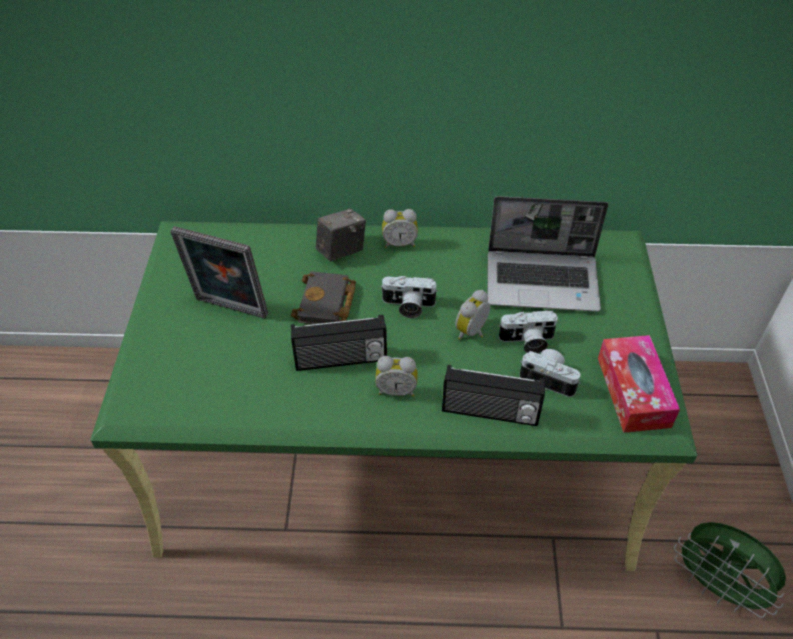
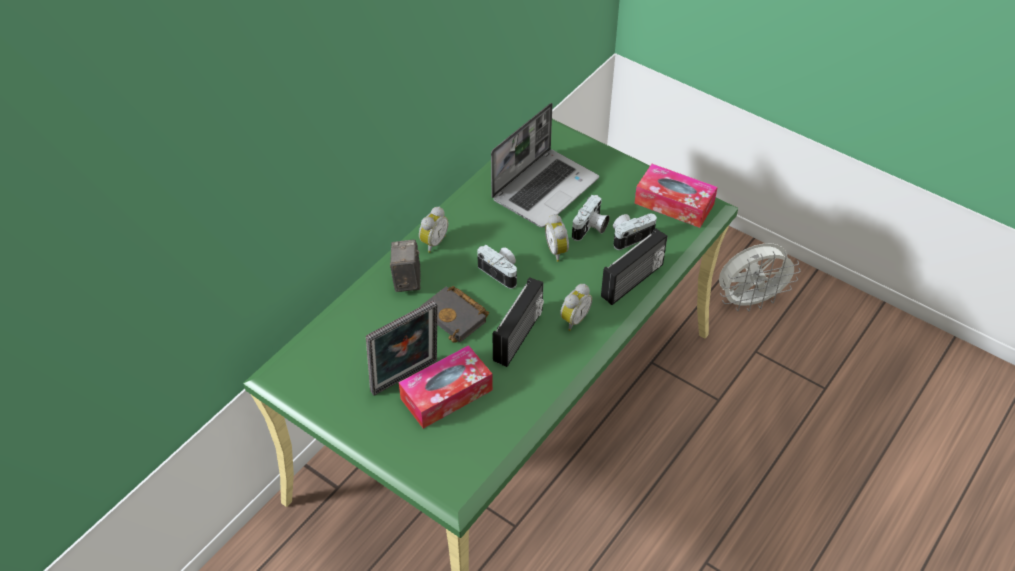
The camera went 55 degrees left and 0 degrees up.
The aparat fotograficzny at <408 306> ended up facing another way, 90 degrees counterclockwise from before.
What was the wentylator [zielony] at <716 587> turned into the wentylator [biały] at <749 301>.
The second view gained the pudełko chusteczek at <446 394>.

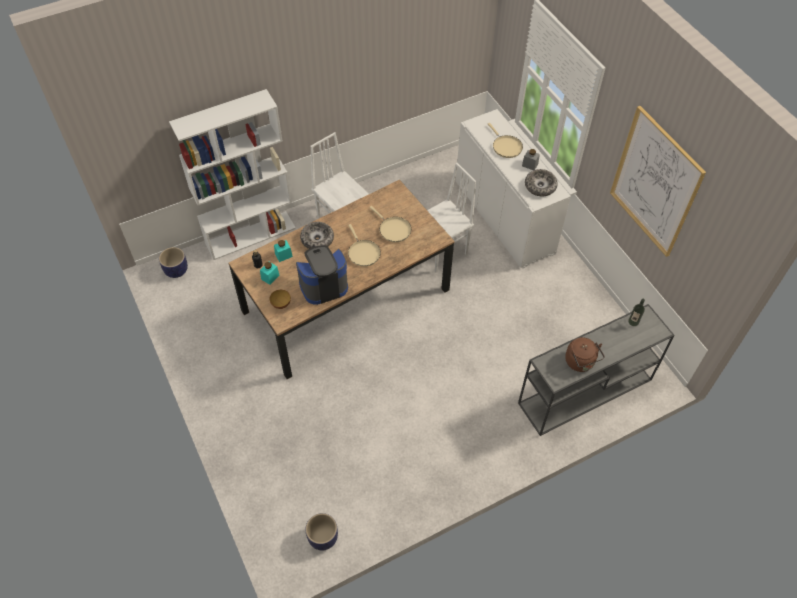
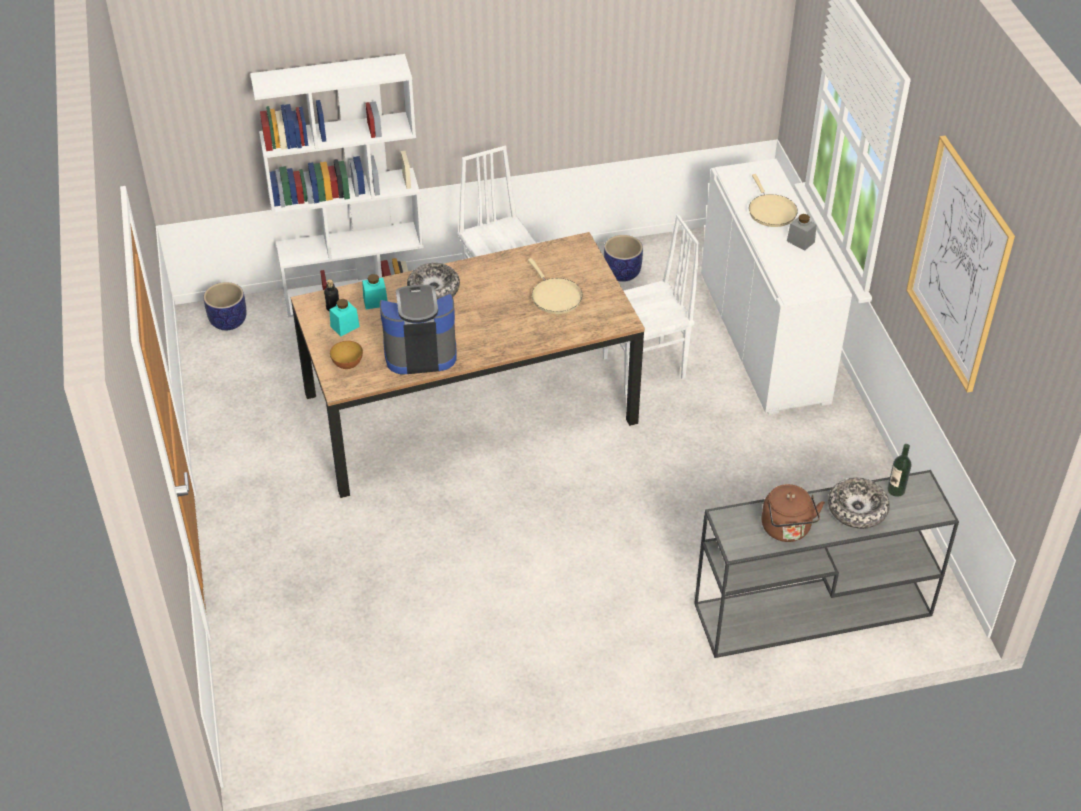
The camera went 15 degrees right and 10 degrees down.
The donica ended up elsewhere, having gone from <323 538> to <622 273>.
The second view lost the patelnia [beżowy] at <363 252>.
The miska ended up elsewhere, having gone from <540 186> to <857 509>.

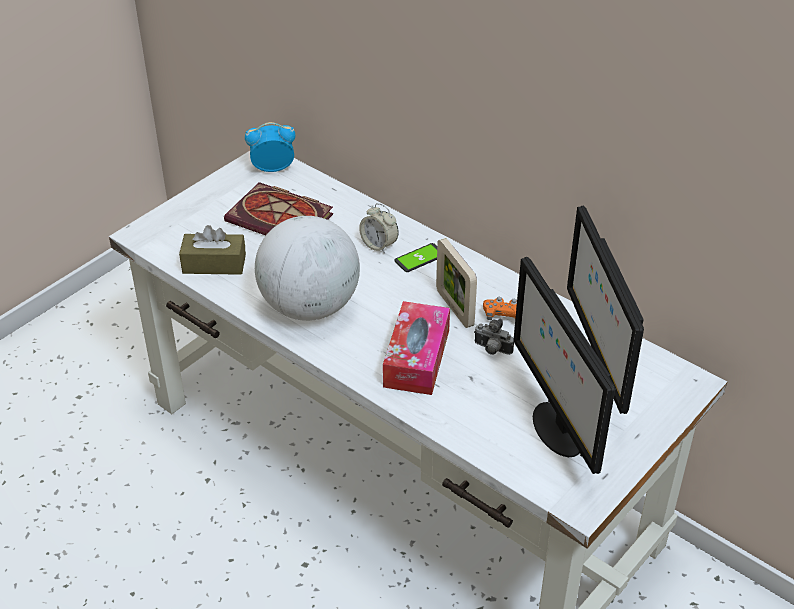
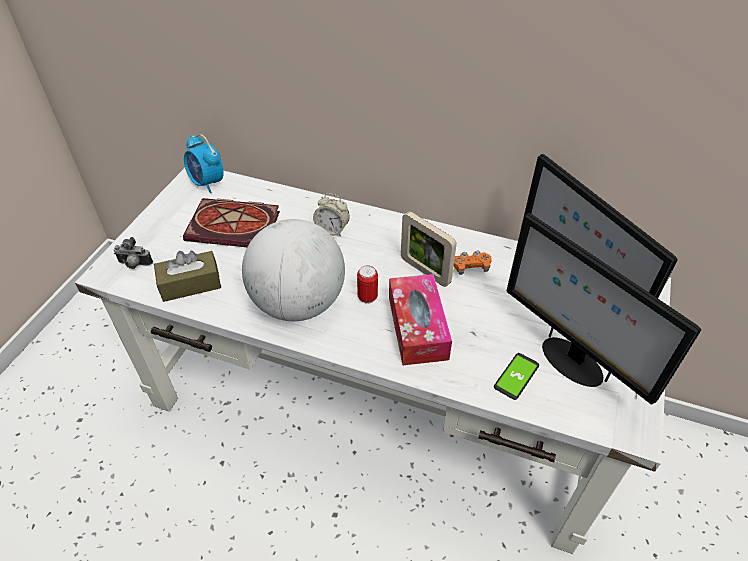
The camera went 20 degrees left and 5 degrees up.
The budzik at <272 168> ended up facing another way, 105 degrees counterclockwise from before.
The telefon ended up elsewhere, having gone from <419 258> to <516 376>.
The aparat fotograficzny ended up elsewhere, having gone from <491 350> to <134 265>.
The second view gained the puszka at <367 297>.

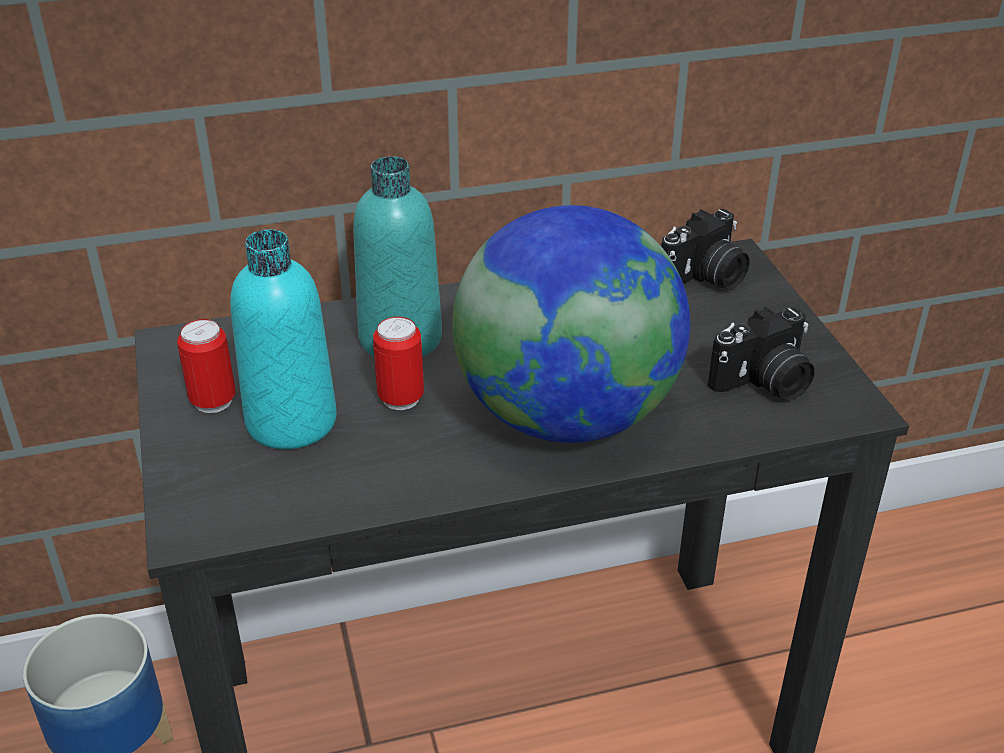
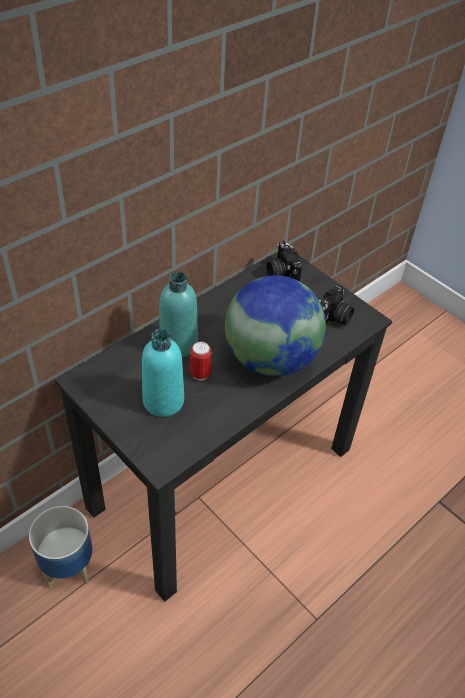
The camera went 30 degrees left and 10 degrees up.
The second view lost the puszka at <213 401>.
The aparat fotograficzny at <705 278> ended up facing another way, 135 degrees clockwise from before.

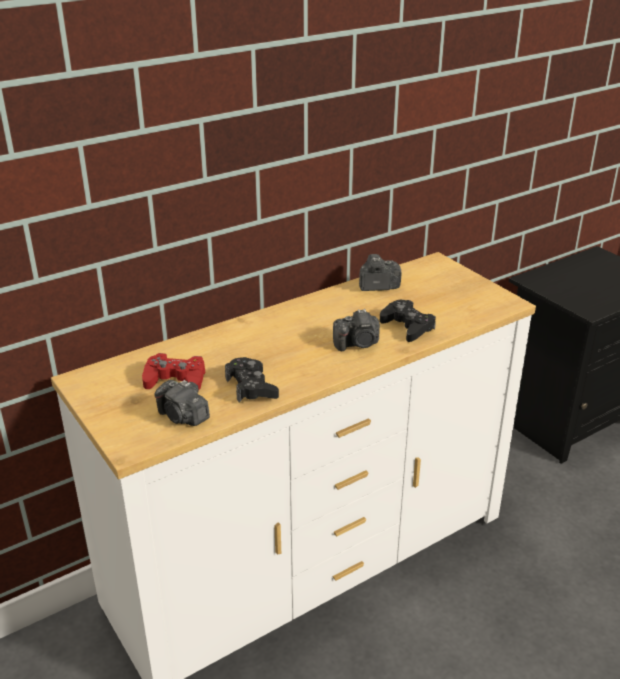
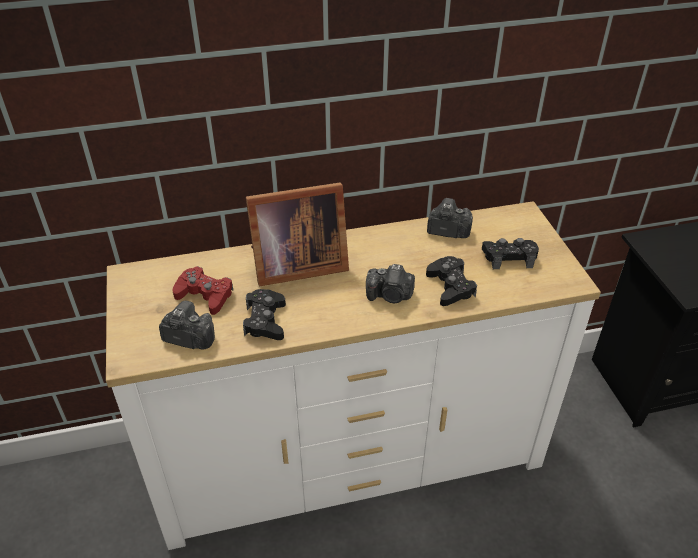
The camera went 20 degrees right and 10 degrees up.
The aparat fotograficzny at <183 417> ended up facing another way, 135 degrees clockwise from before.
The second view gained the ramka na zdjęcie at <295 265>.
The second view gained the pad do gier [czarny] at <509 257>.

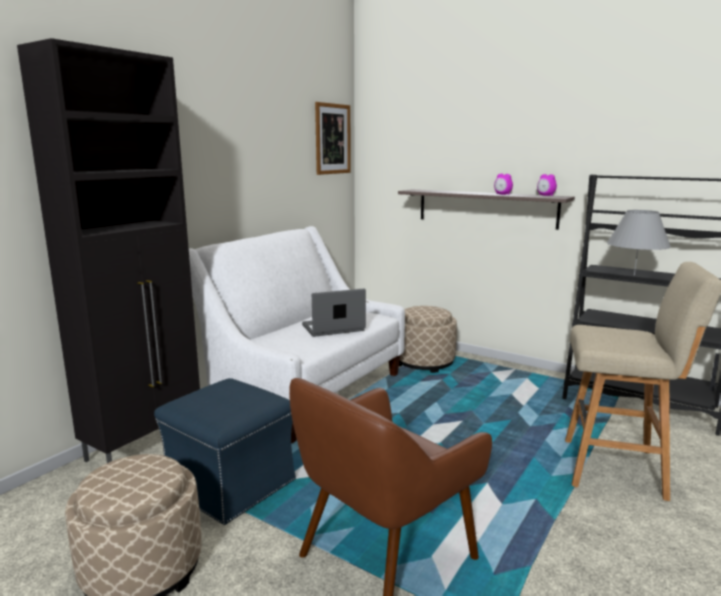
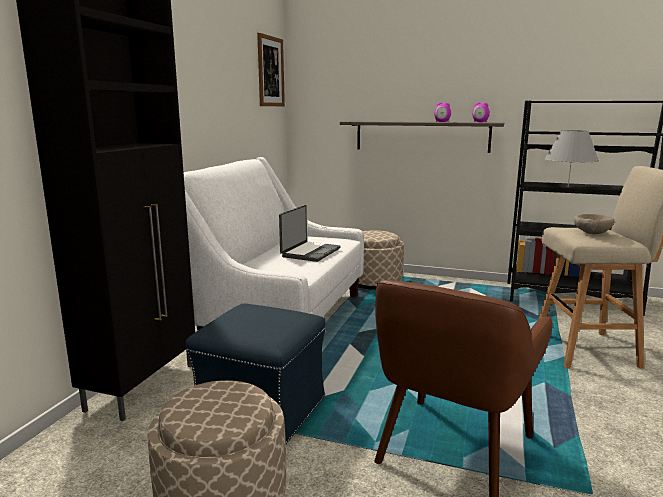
The camera went 15 degrees left and 0 degrees up.
The laptop at <333 328> ended up facing another way, 150 degrees clockwise from before.
The second view gained the miska [beżowy] at <591 233>.

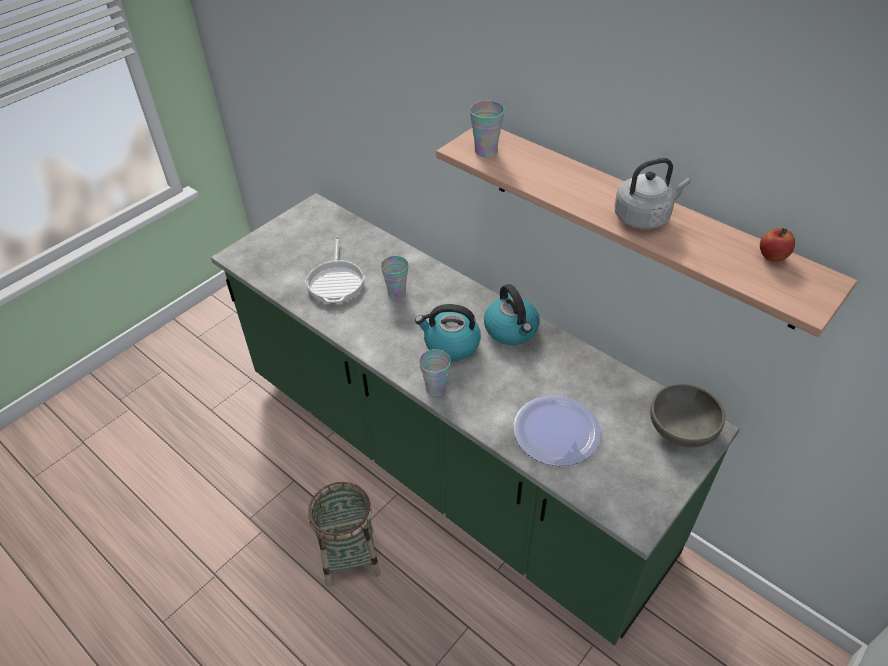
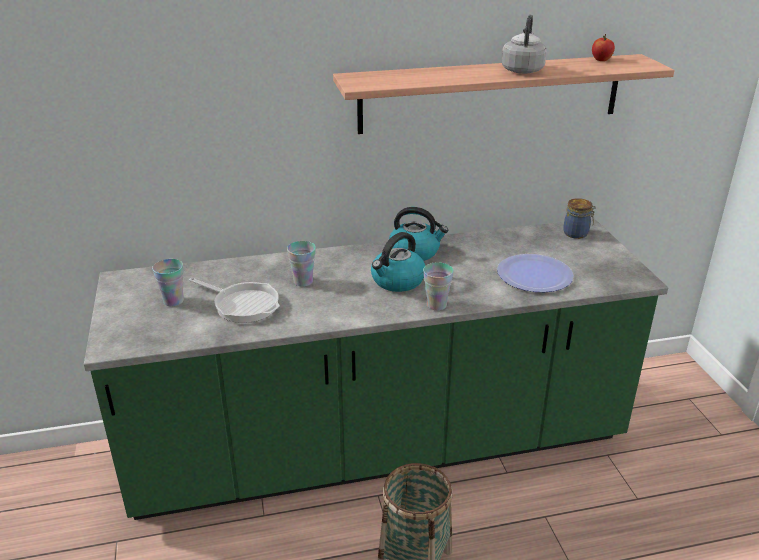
The camera went 55 degrees left and 15 degrees down.
The filiżanka ended up elsewhere, having gone from <486 151> to <173 301>.
Where the miska [szary] stood at <682 428>, the słoik came to stand at <577 234>.

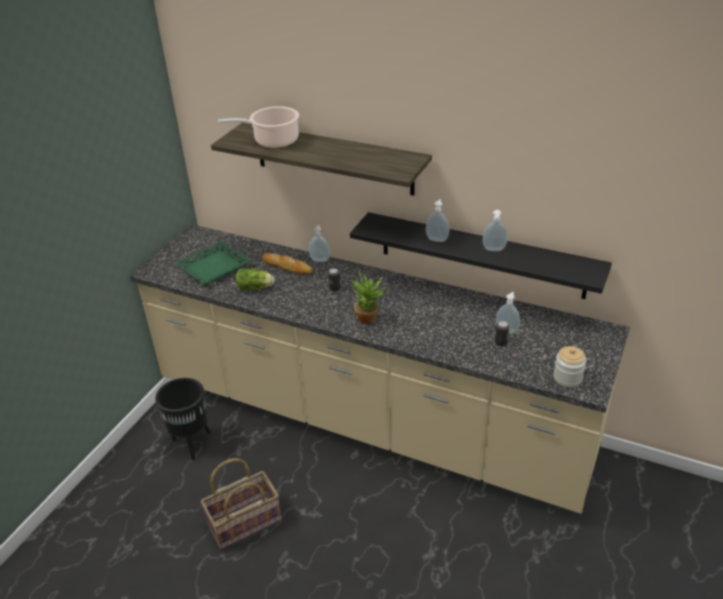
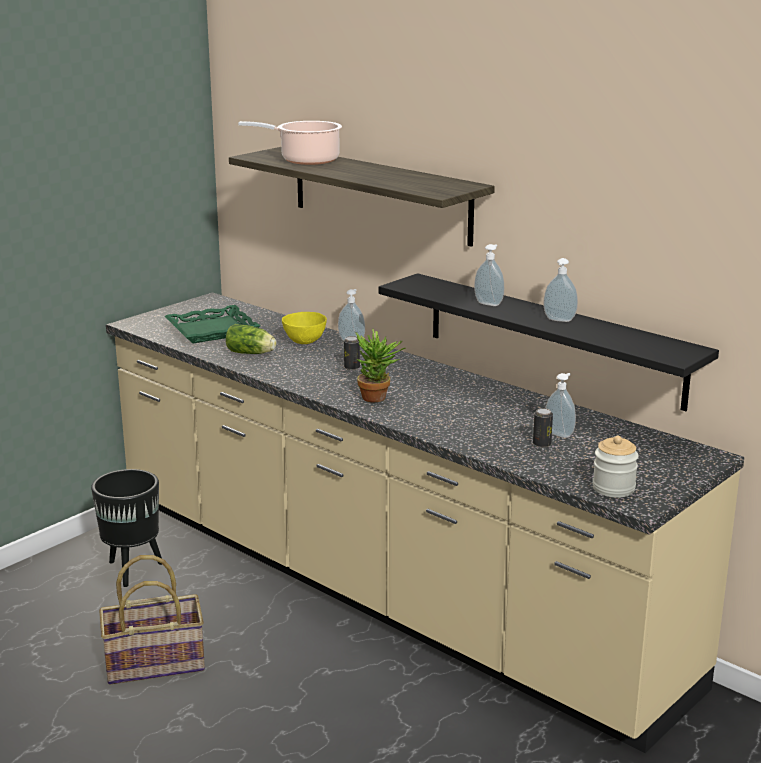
The camera went 15 degrees right and 15 degrees down.
Where the chleb stood at <287 266>, the miska [żółty] came to stand at <305 341>.

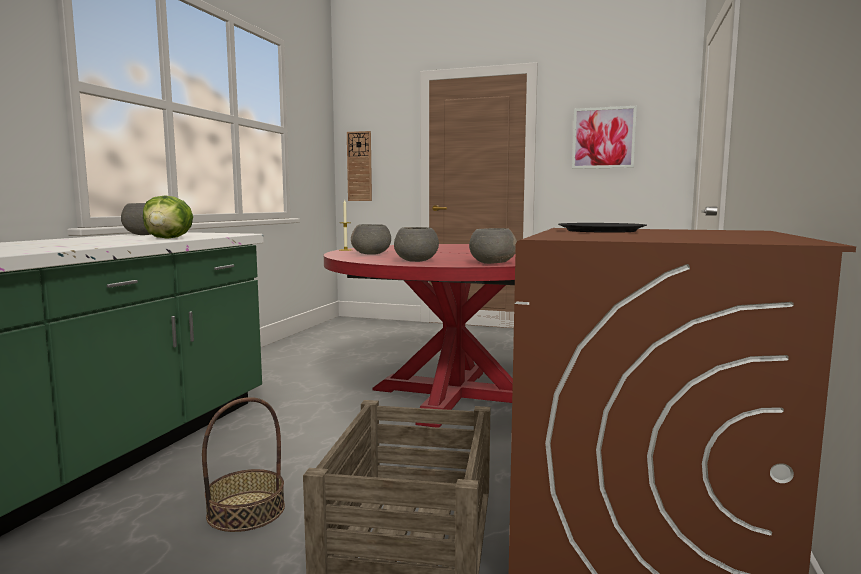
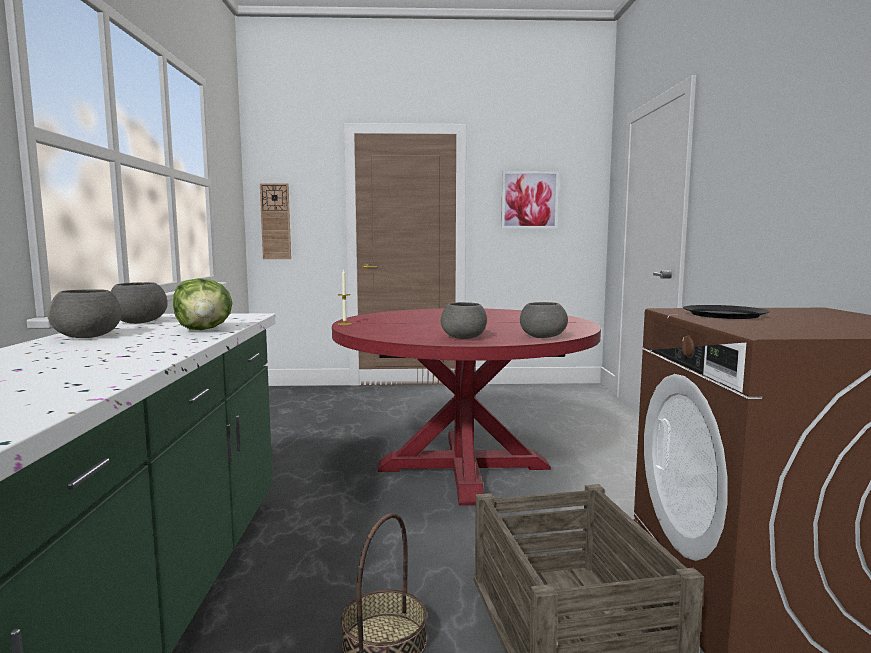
The camera went 20 degrees left and 0 degrees up.
The miska [szary] ended up elsewhere, having gone from <372 254> to <88 336>.

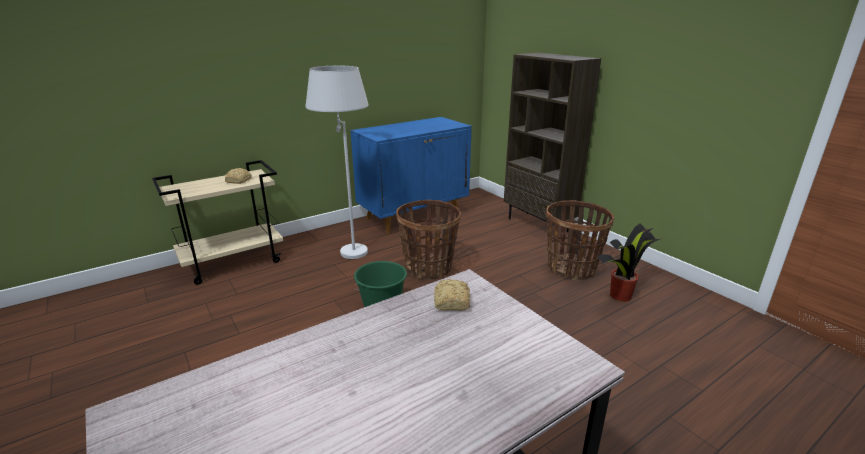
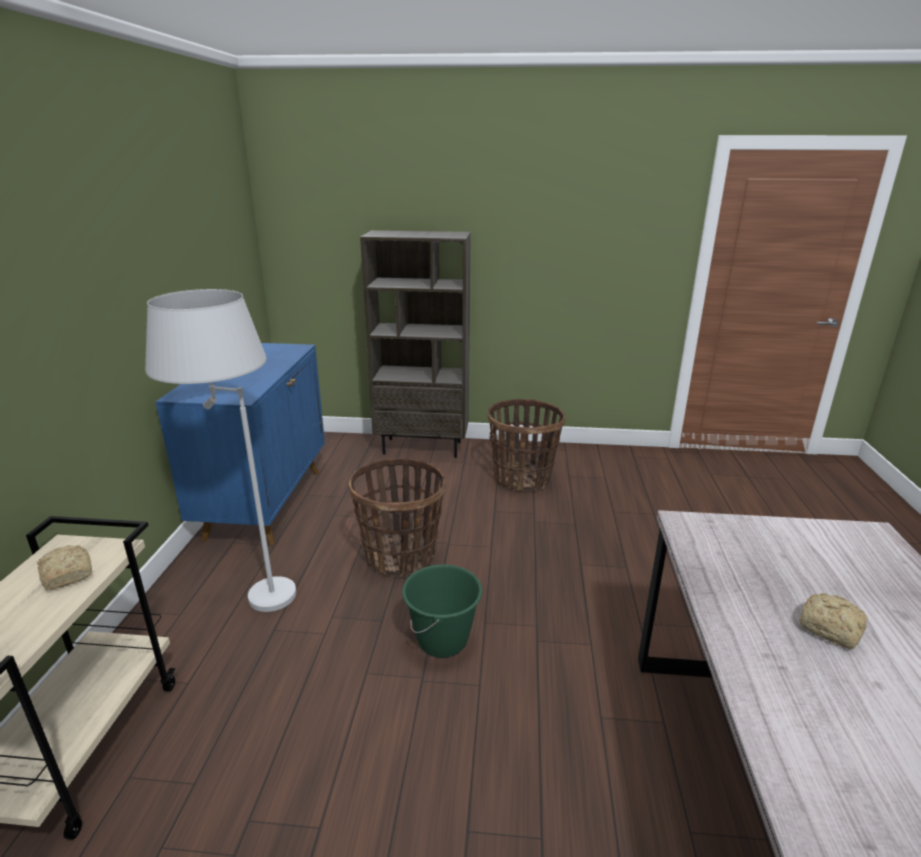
The camera went 50 degrees left and 0 degrees up.
The chleb ended up elsewhere, having gone from <451 303> to <832 630>.
The second view lost the roślina doniczkowa at <621 295>.

